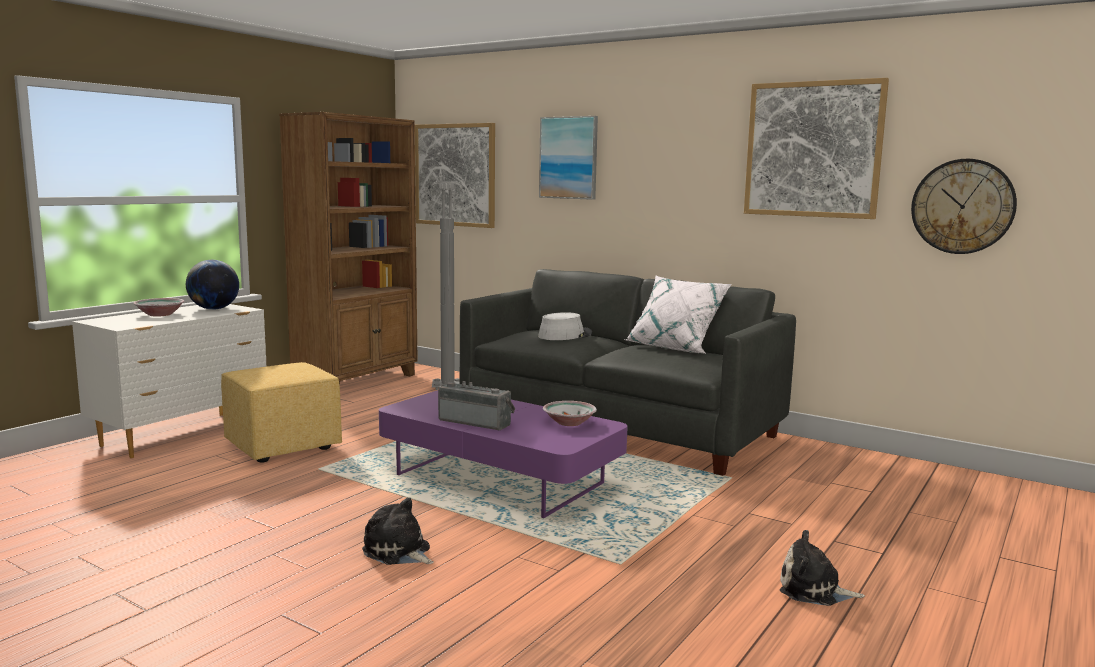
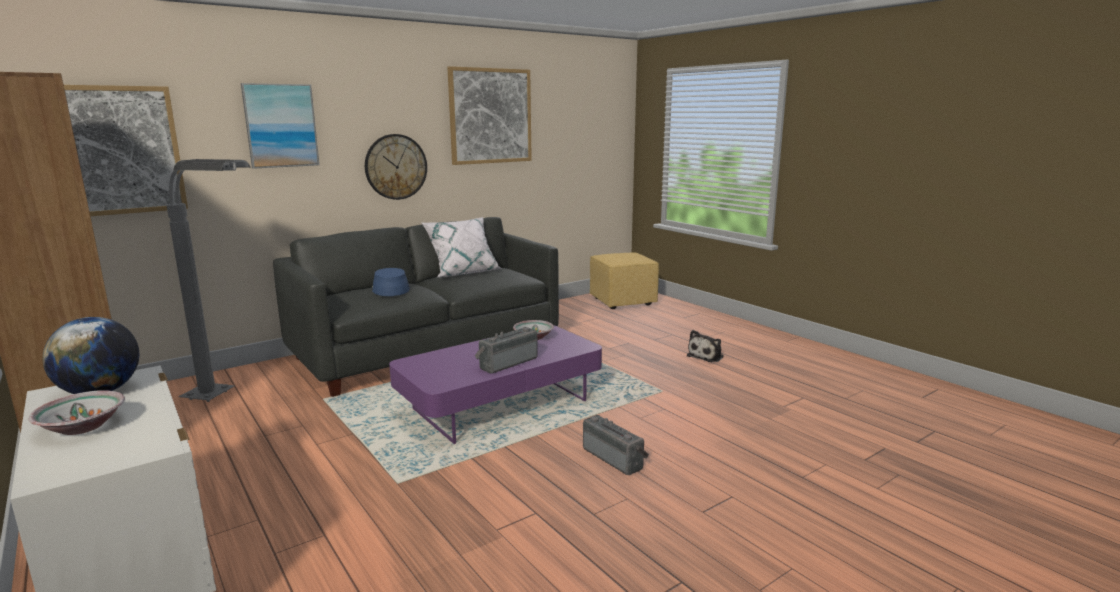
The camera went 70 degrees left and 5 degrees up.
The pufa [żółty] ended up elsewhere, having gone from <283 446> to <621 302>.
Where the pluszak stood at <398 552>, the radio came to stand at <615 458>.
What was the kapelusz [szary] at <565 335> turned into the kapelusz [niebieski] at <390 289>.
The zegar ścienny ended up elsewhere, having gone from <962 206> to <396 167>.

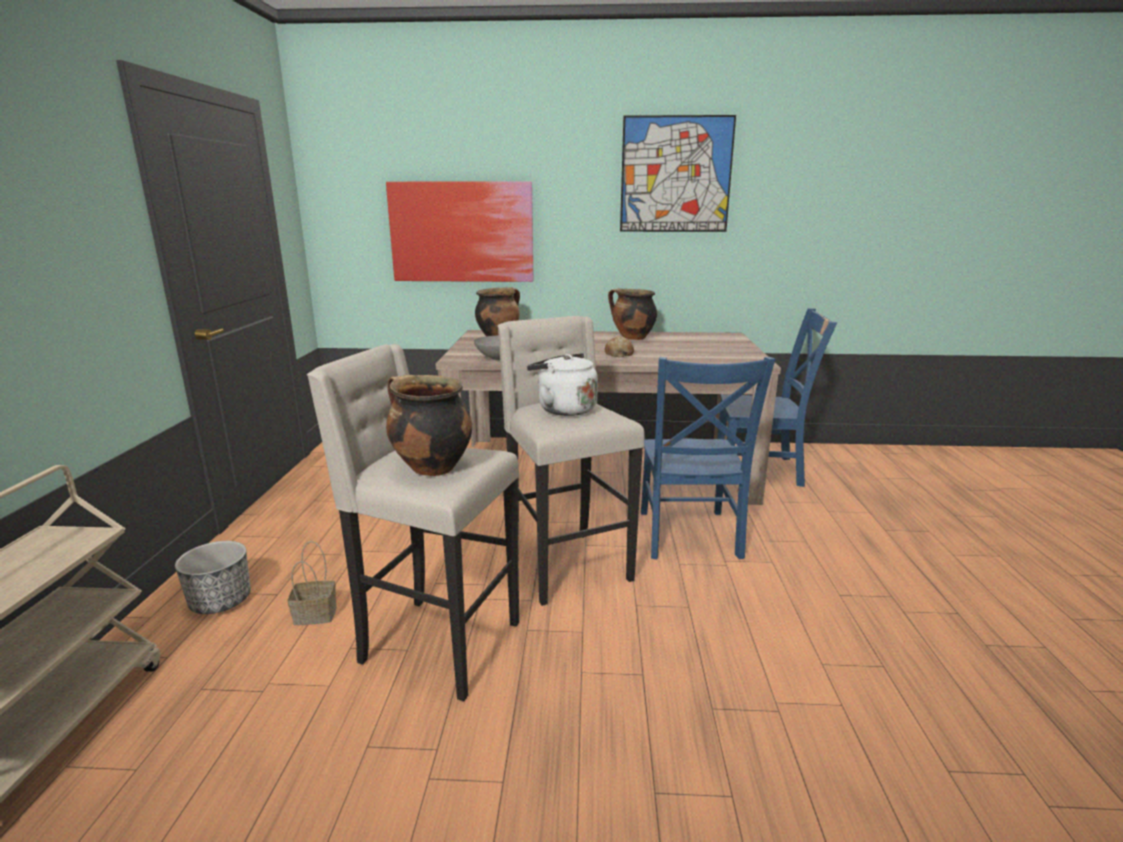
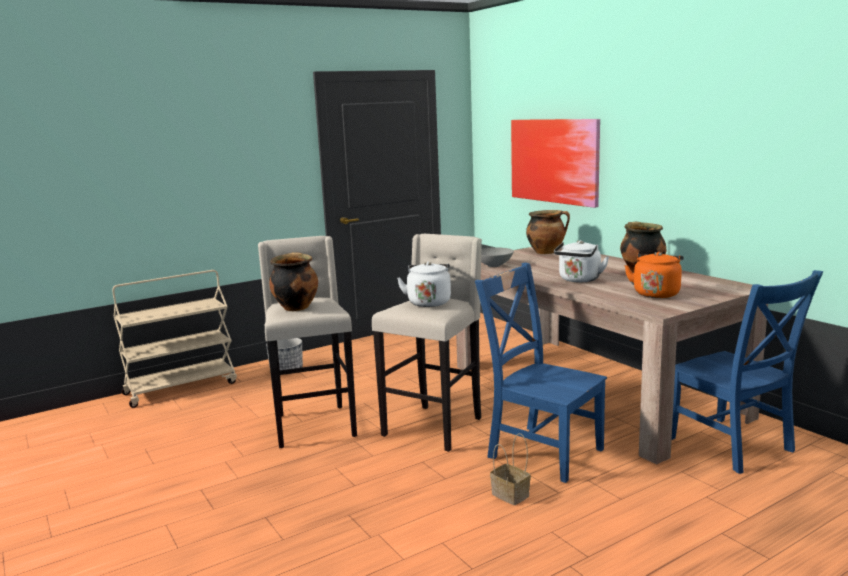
The camera went 55 degrees right and 5 degrees down.
The koszyk ended up elsewhere, having gone from <317 614> to <511 495>.
Where the chleb stood at <618 354>, the czajnik [biały] came to stand at <579 280>.
The second view lost the obraz at <675 175>.
The krzesło [niebieski] at <688 536> ended up facing another way, 75 degrees clockwise from before.
The second view gained the czajnik [pomarańczowy] at <656 293>.

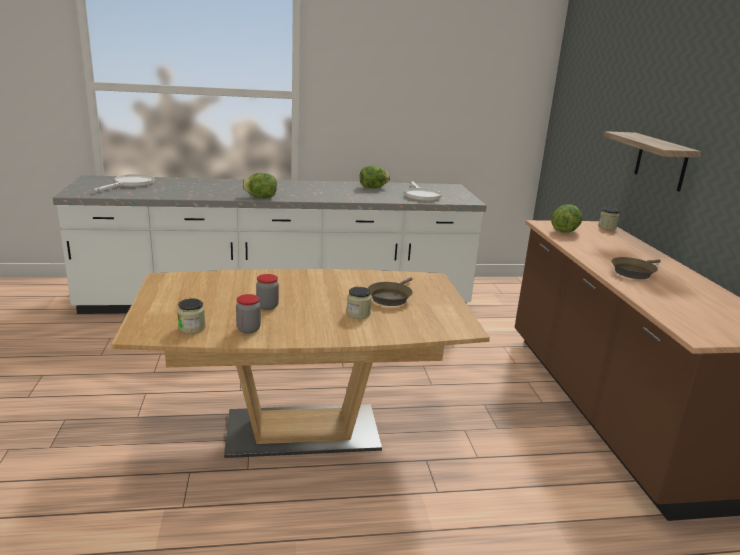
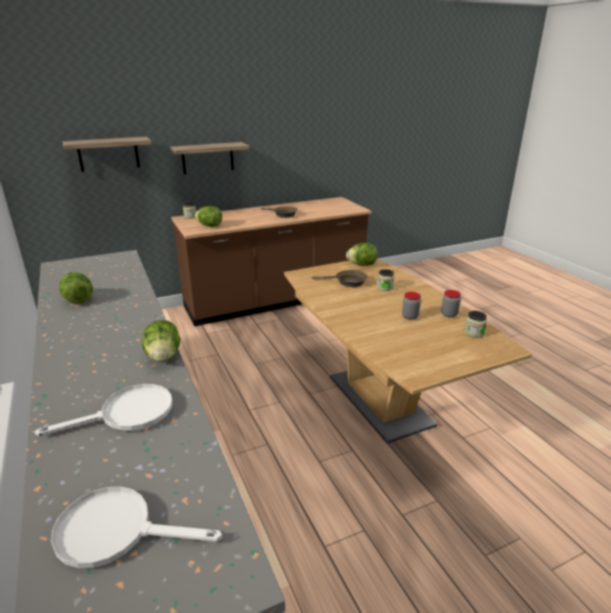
The camera went 105 degrees left and 5 degrees up.
The patelnia [biały] ended up elsewhere, having gone from <420 195> to <127 414>.
The second view gained the półka at <108 154>.
The second view gained the sałata at <362 265>.

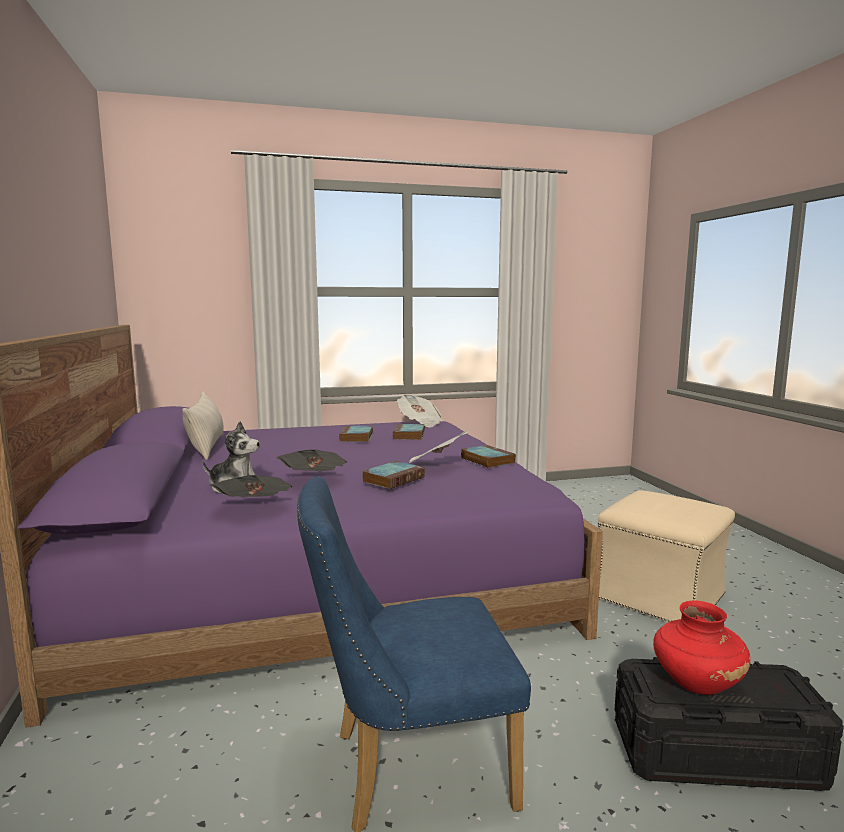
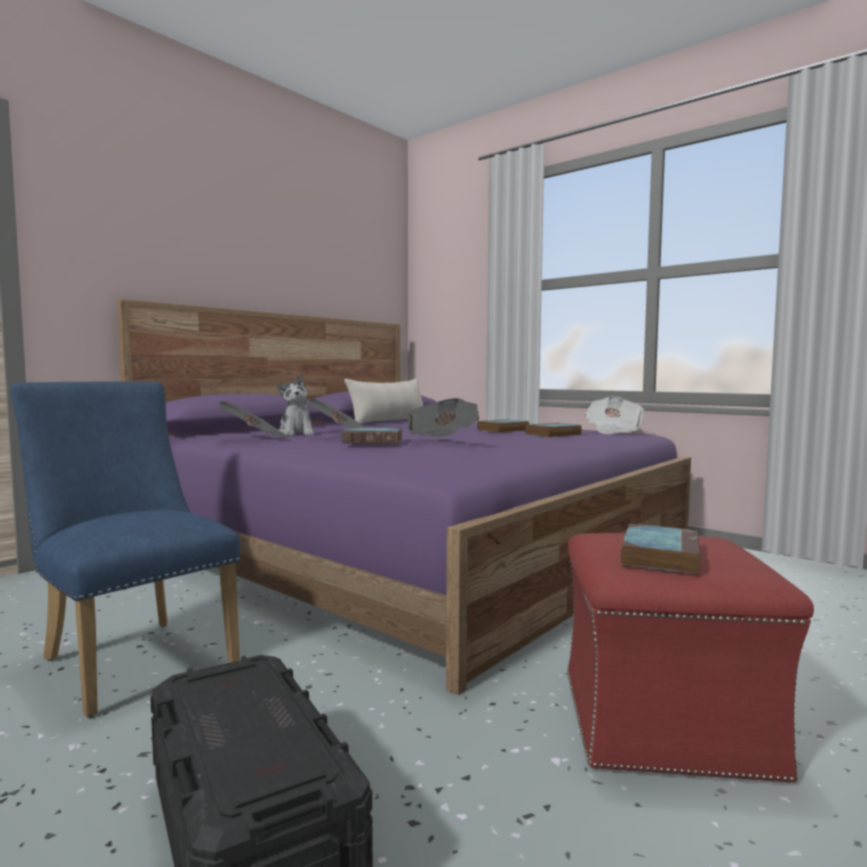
The camera went 55 degrees right and 5 degrees down.
The książka ended up elsewhere, having gone from <486 460> to <659 555>.
What was the pufa [beżowy] at <661 597> turned into the pufa [czerwony] at <665 723>.
The second view lost the wazon [czerwony] at <696 683>.

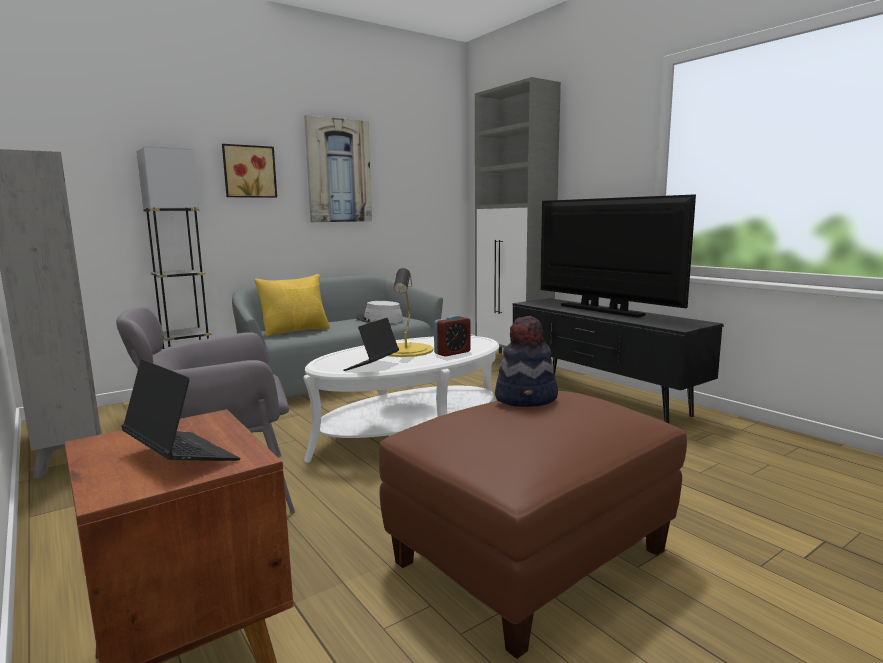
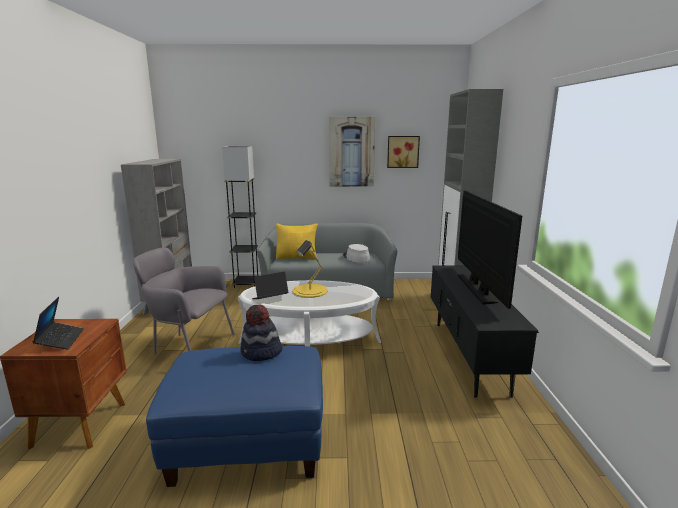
The camera went 35 degrees right and 5 degrees up.
The obraz ended up elsewhere, having gone from <249 171> to <402 152>.
What was the pufa [brązowy] at <532 556> turned into the pufa [niebieski] at <248 444>.
The second view lost the budzik at <452 353>.

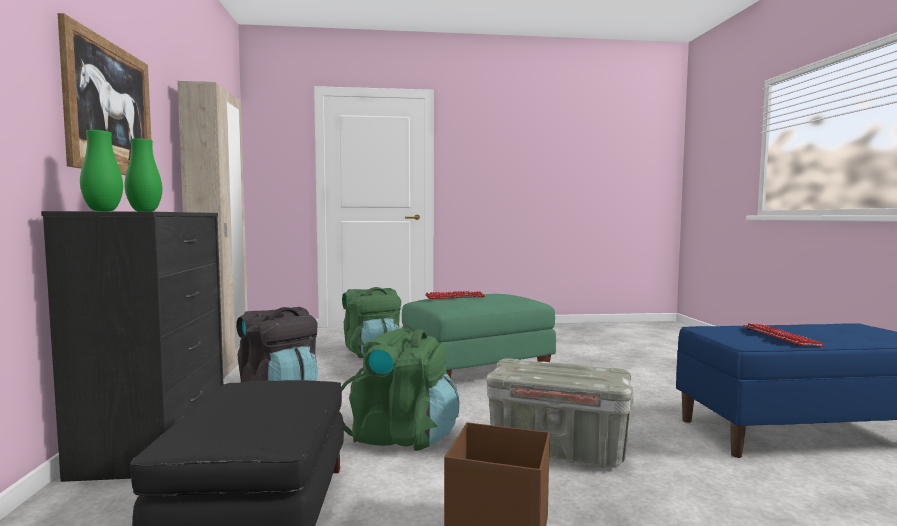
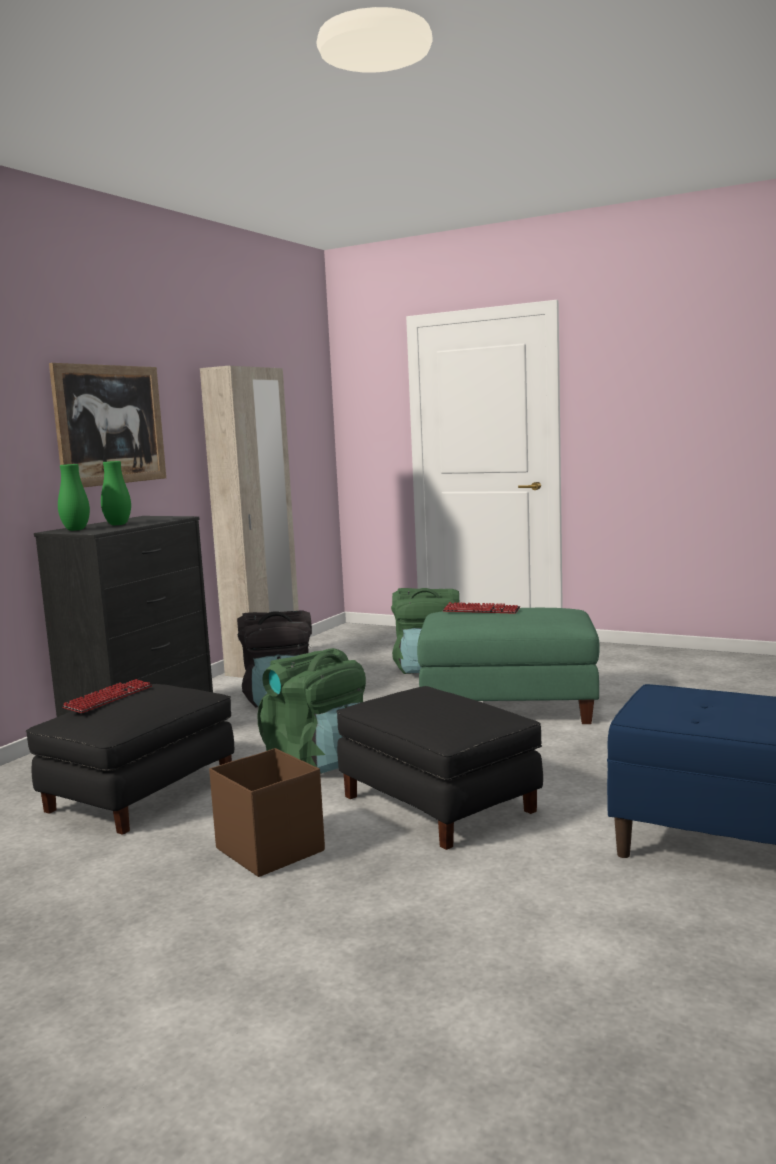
The camera went 35 degrees right and 5 degrees up.
Where the pojemnik do przechowywania [szary] stood at <558 449>, the pufa [czarny] came to stand at <439 803>.
The klawiatura ended up elsewhere, having gone from <780 337> to <109 698>.

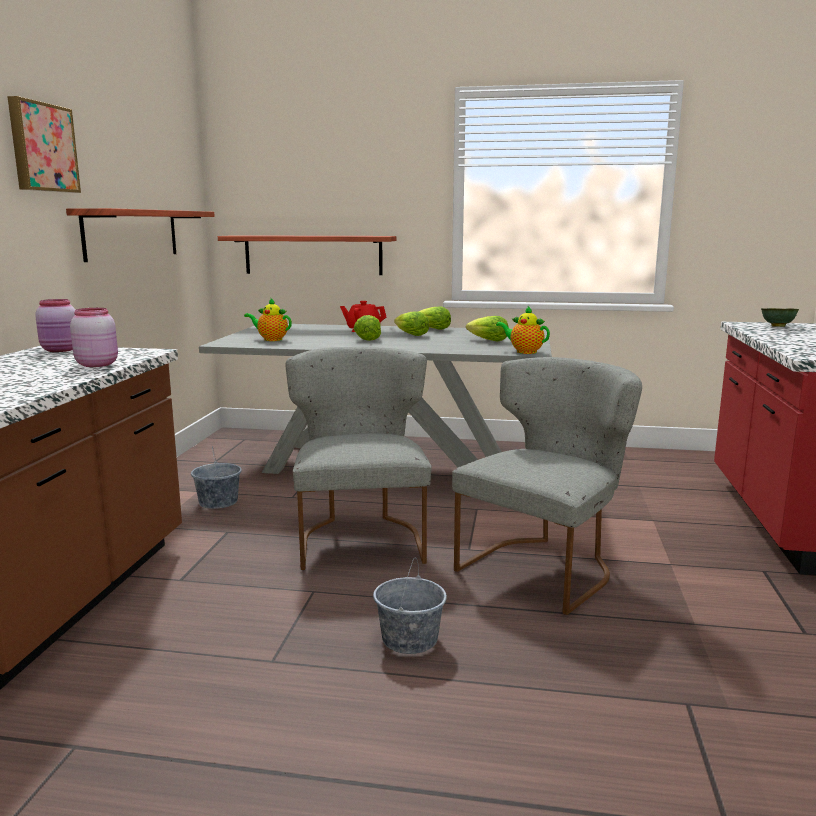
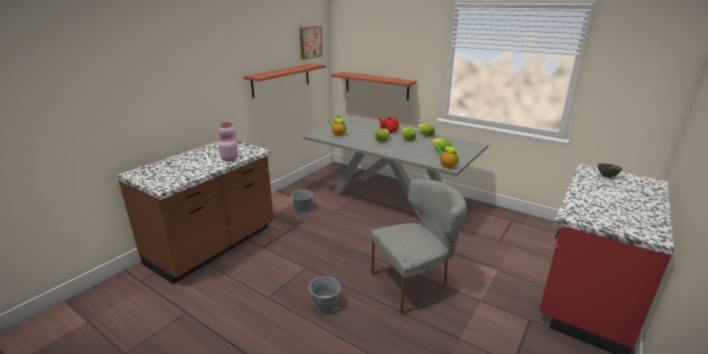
The camera went 25 degrees right and 10 degrees up.
The obraz ended up elsewhere, having gone from <42 147> to <310 42>.
The second view lost the krzesło [szary] at <361 538>.

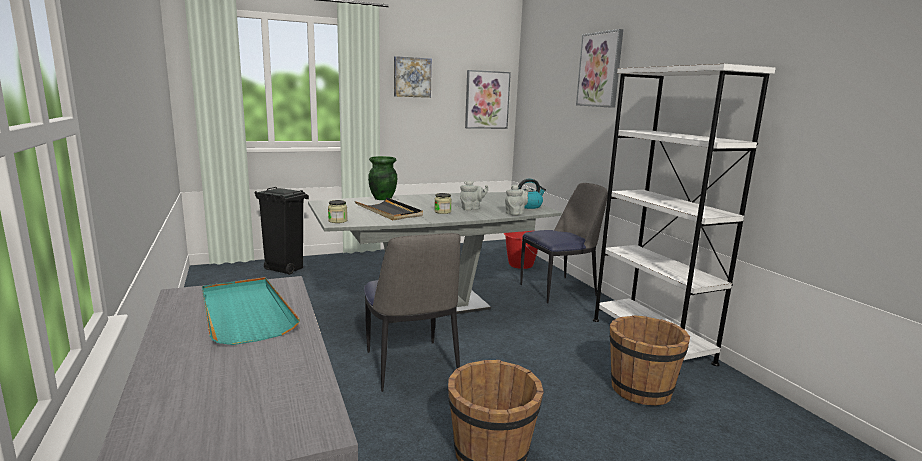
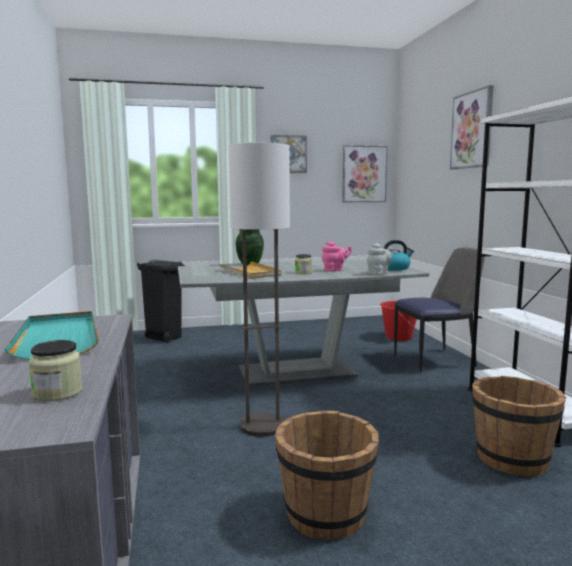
The camera went 10 degrees right and 5 degrees down.
The słoik ended up elsewhere, having gone from <337 221> to <58 393>.
What was the taca [czarny] at <389 211> turned into the taca [beżowy] at <250 273>.
Where the krzesło stood at <411 367>, the lampa stojąca came to stand at <262 426>.
What was the imbryk [szary] at <472 209> turned into the imbryk [różowy] at <335 270>.

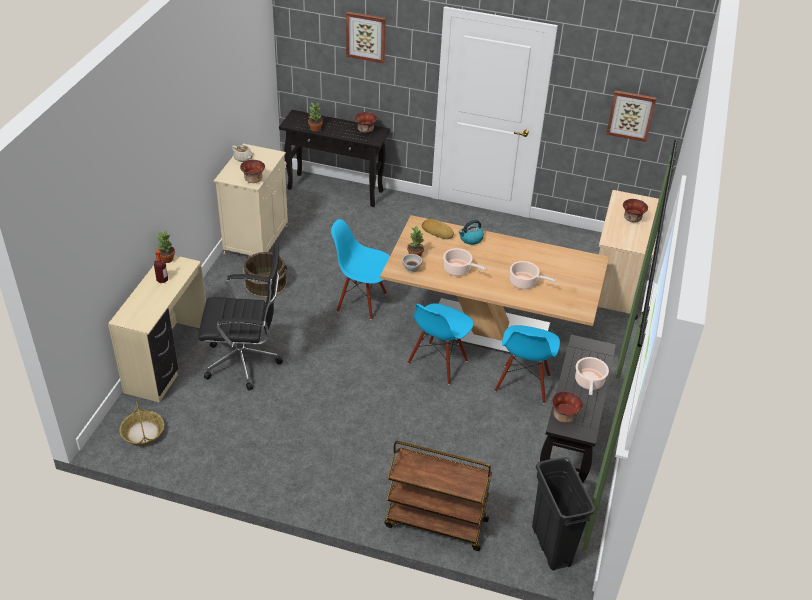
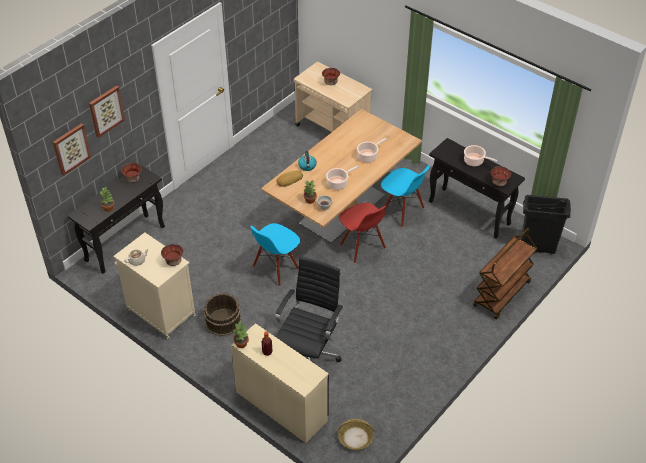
The camera went 65 degrees left and 5 degrees up.
What was the krzesło [niebieski] at <438 363> turned into the krzesło [czerwony] at <362 247>.
The obraz ended up elsewhere, having gone from <631 115> to <71 148>.

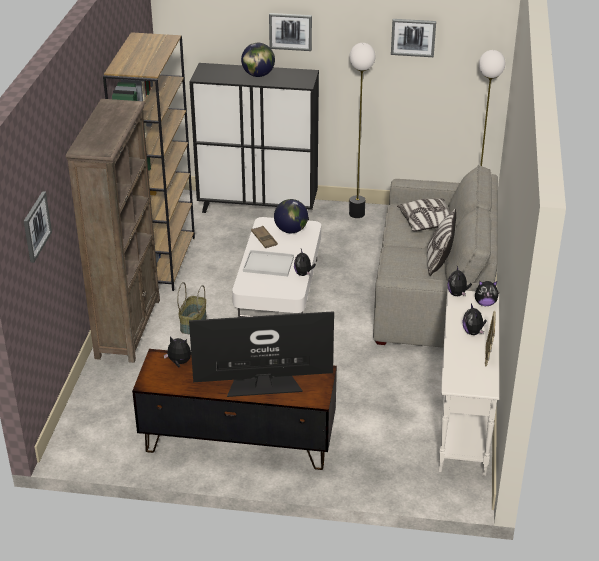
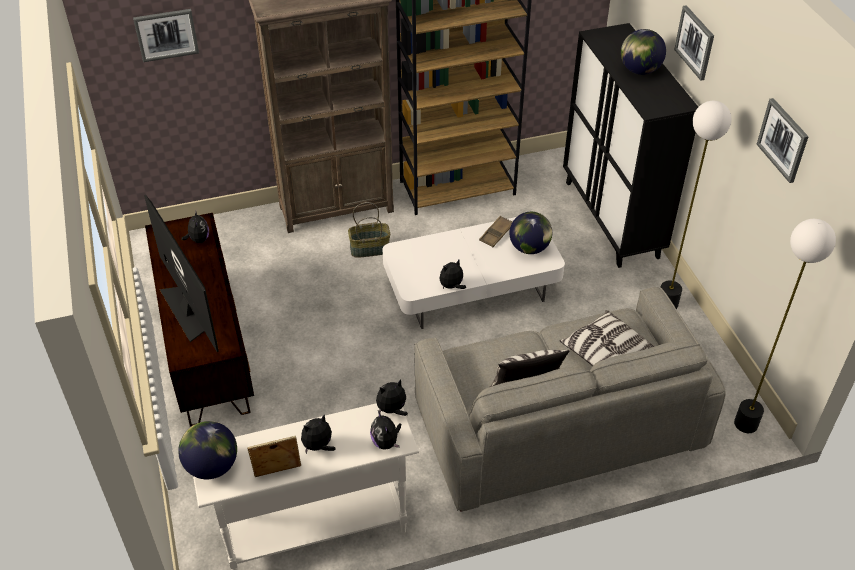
The camera went 65 degrees right and 10 degrees up.
The second view lost the taca [biały] at <269 264>.
The second view gained the globus at <212 466>.

